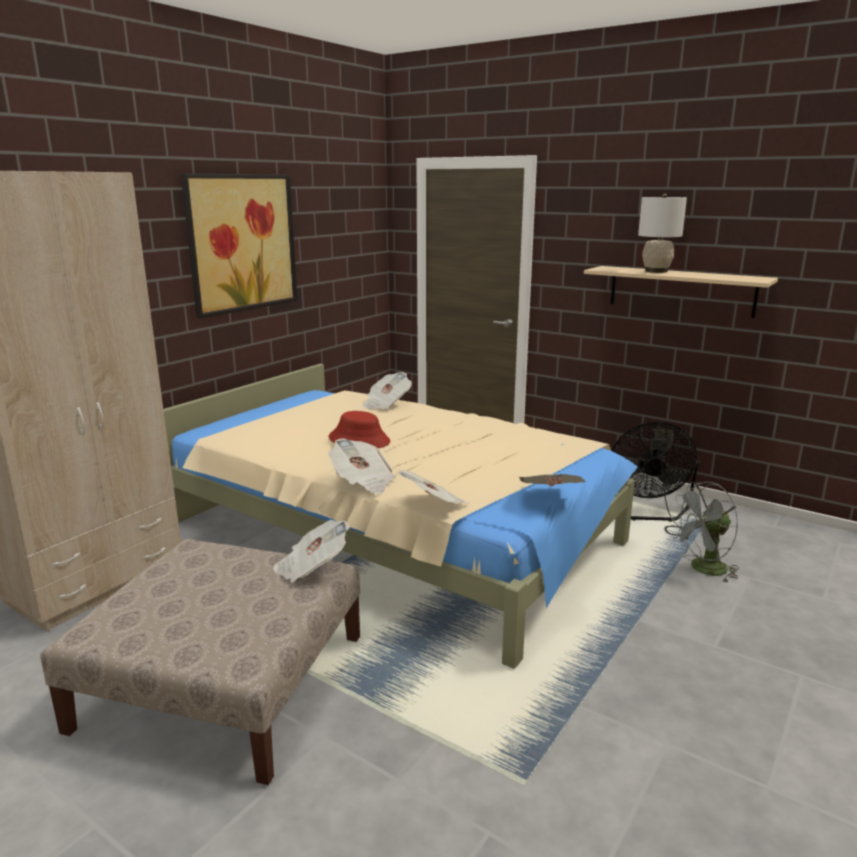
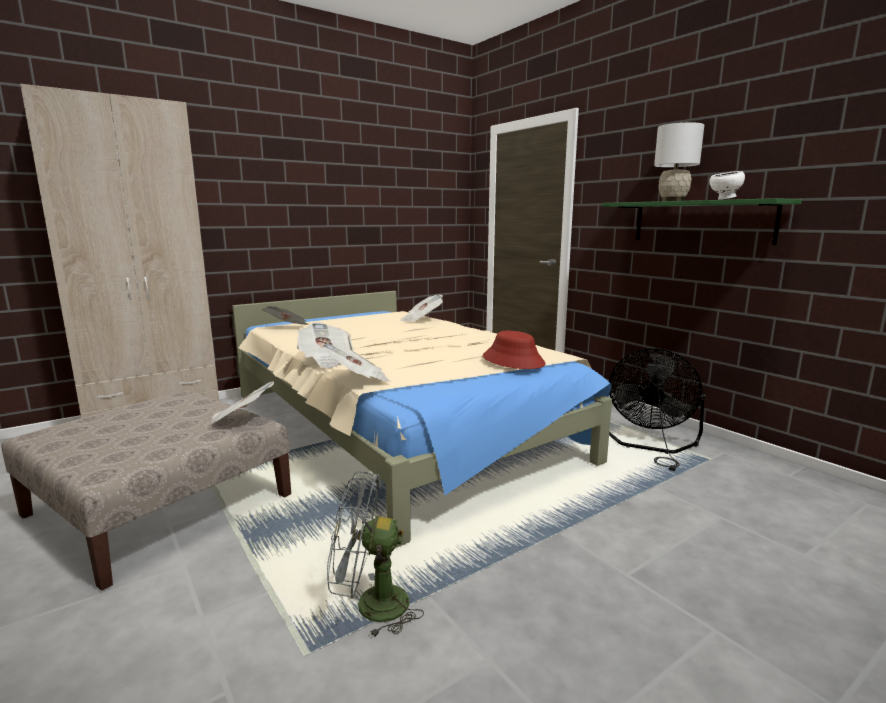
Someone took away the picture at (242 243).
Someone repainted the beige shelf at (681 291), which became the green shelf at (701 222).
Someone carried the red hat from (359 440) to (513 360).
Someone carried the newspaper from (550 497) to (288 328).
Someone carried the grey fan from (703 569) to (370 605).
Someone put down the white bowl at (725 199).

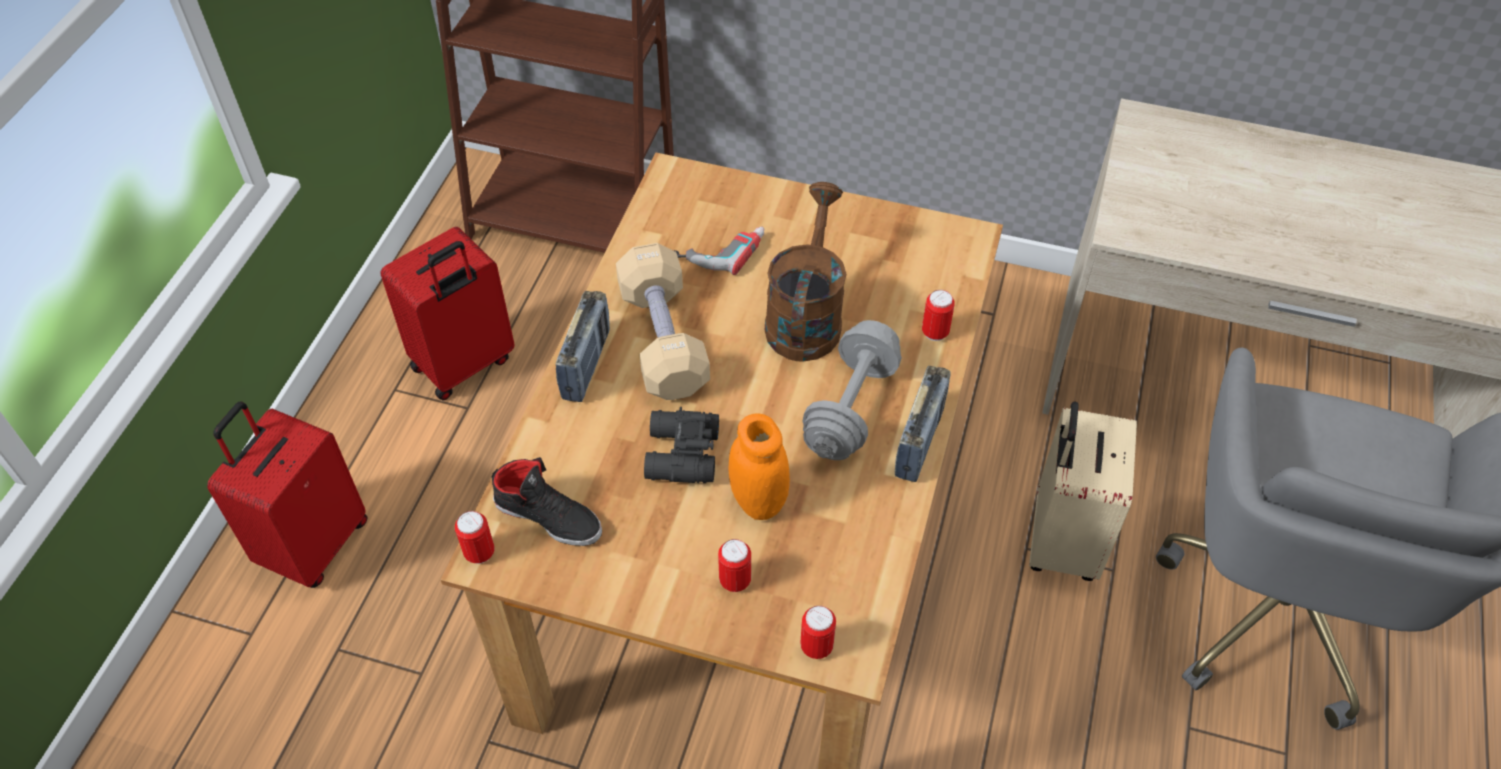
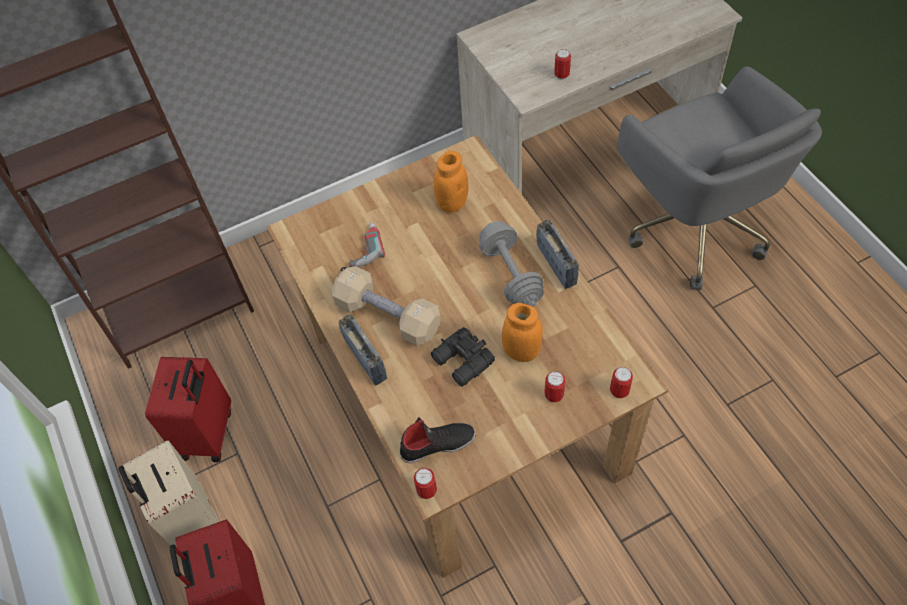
Someone took away the brown watering can at (805 316).
Someone carried the can from (935 332) to (561 75).
Someone carried the beige suitcase from (1060 541) to (190 519).
Someone put down the orange jar at (452 203).

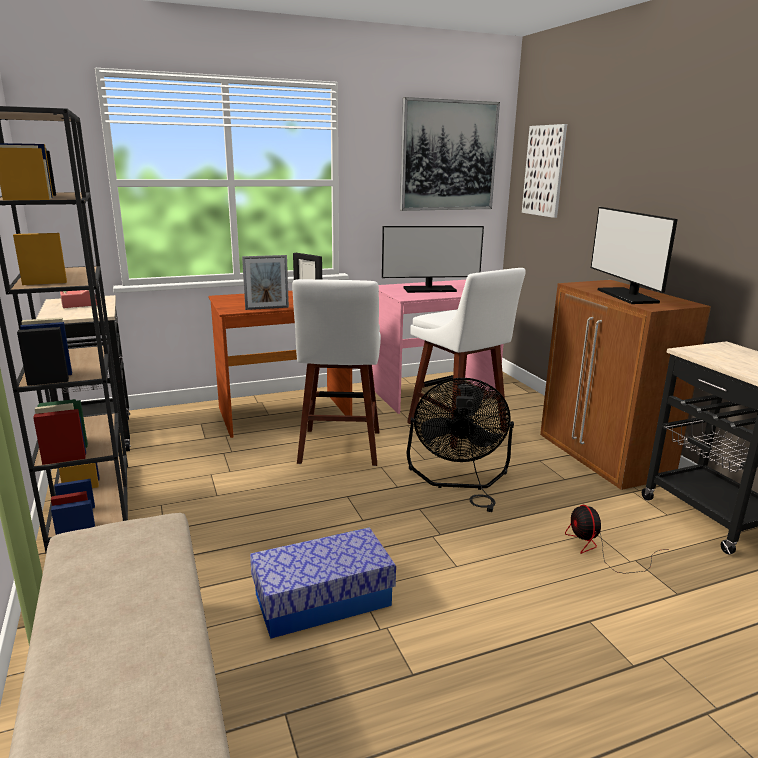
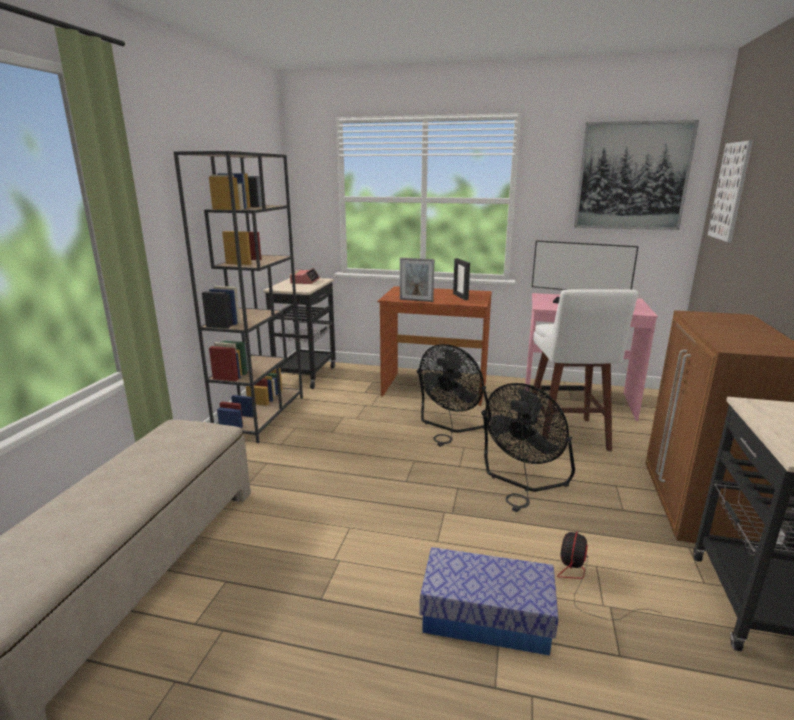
Someone took away the monitor at (627 296).
Someone swapped the white stool at (339 448) for the black fan at (447 424).
Someone carried the storage box from (322 600) to (486 617).

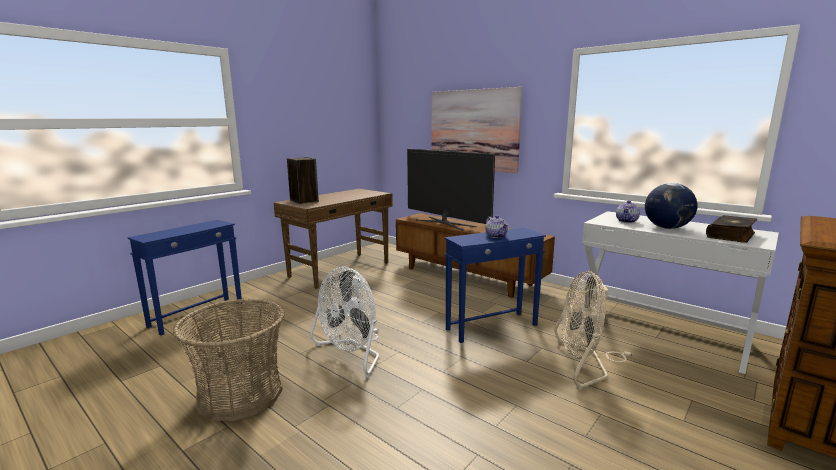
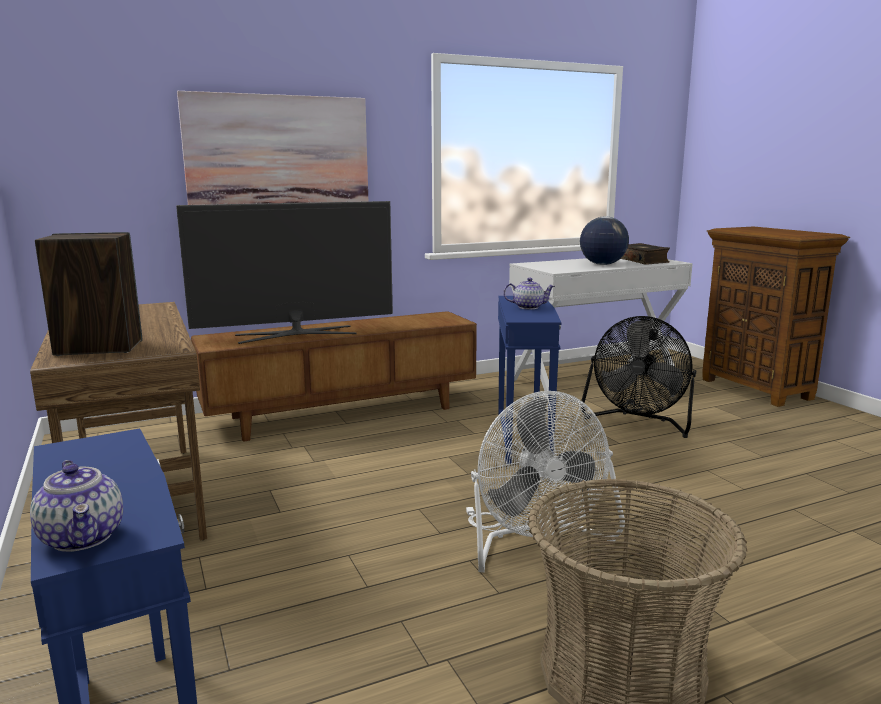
Someone carried the teapot from (627 221) to (83 537).
Someone repainted the beige fan at (586 363), which became the black fan at (636 420).

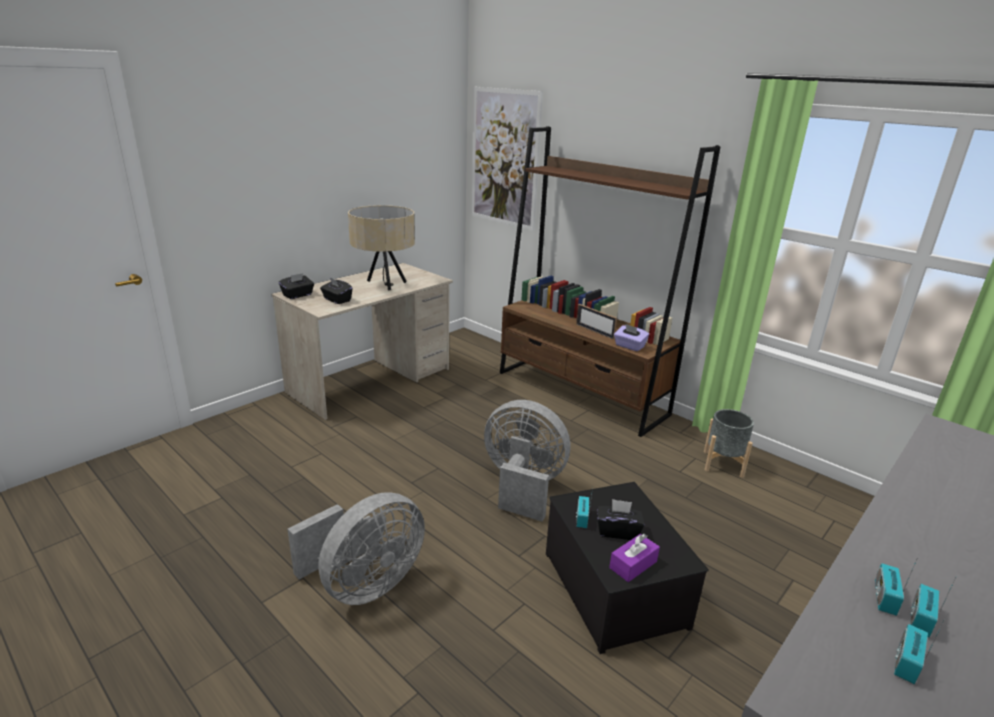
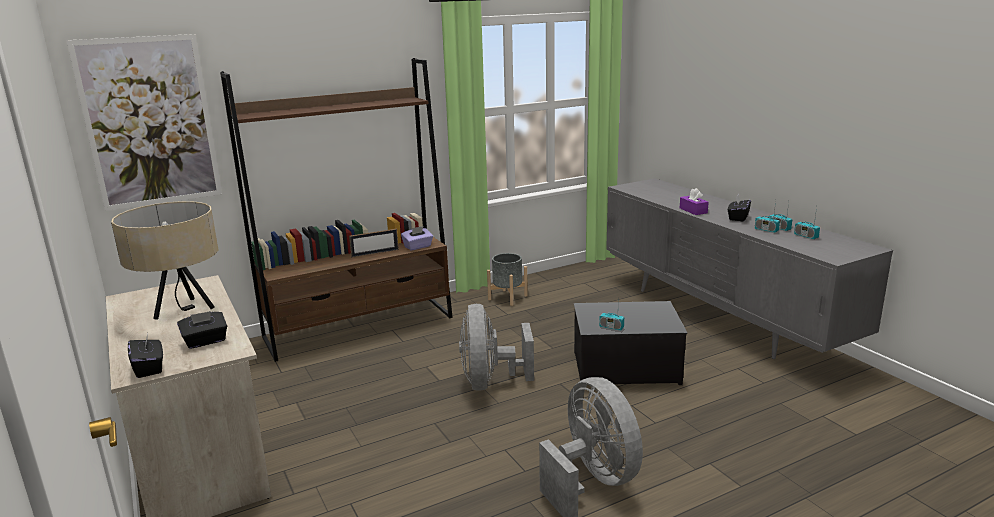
Someone rotated the grey fan at (522 486) by 45 degrees counterclockwise.
Someone carried the black tissue box from (617 531) to (738 217).
Someone carried the purple tissue box from (633 565) to (693 210).

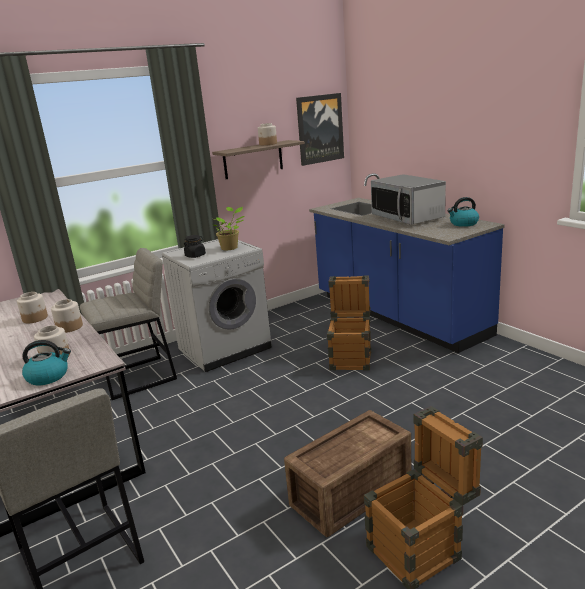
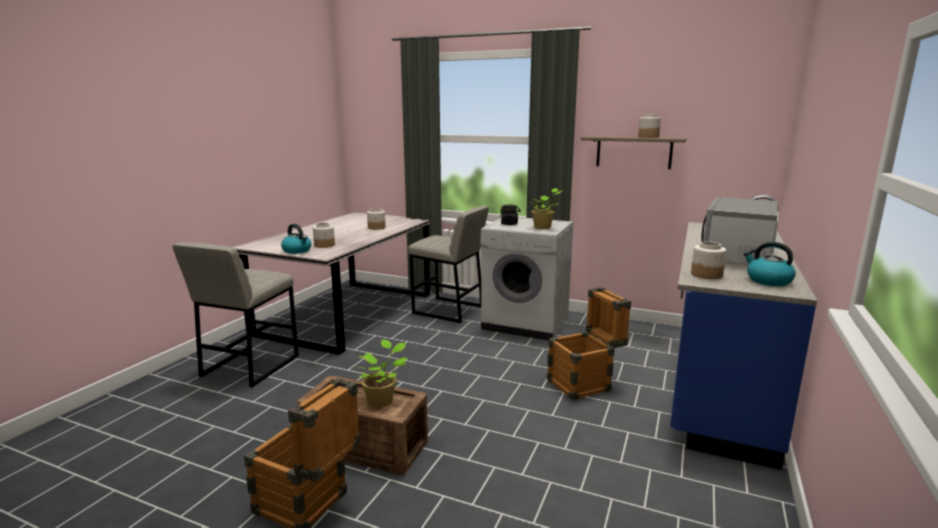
Someone took away the picture at (320 129).
Someone carried the jar from (70 327) to (706 274).
Someone put down the potted plant at (382 401).

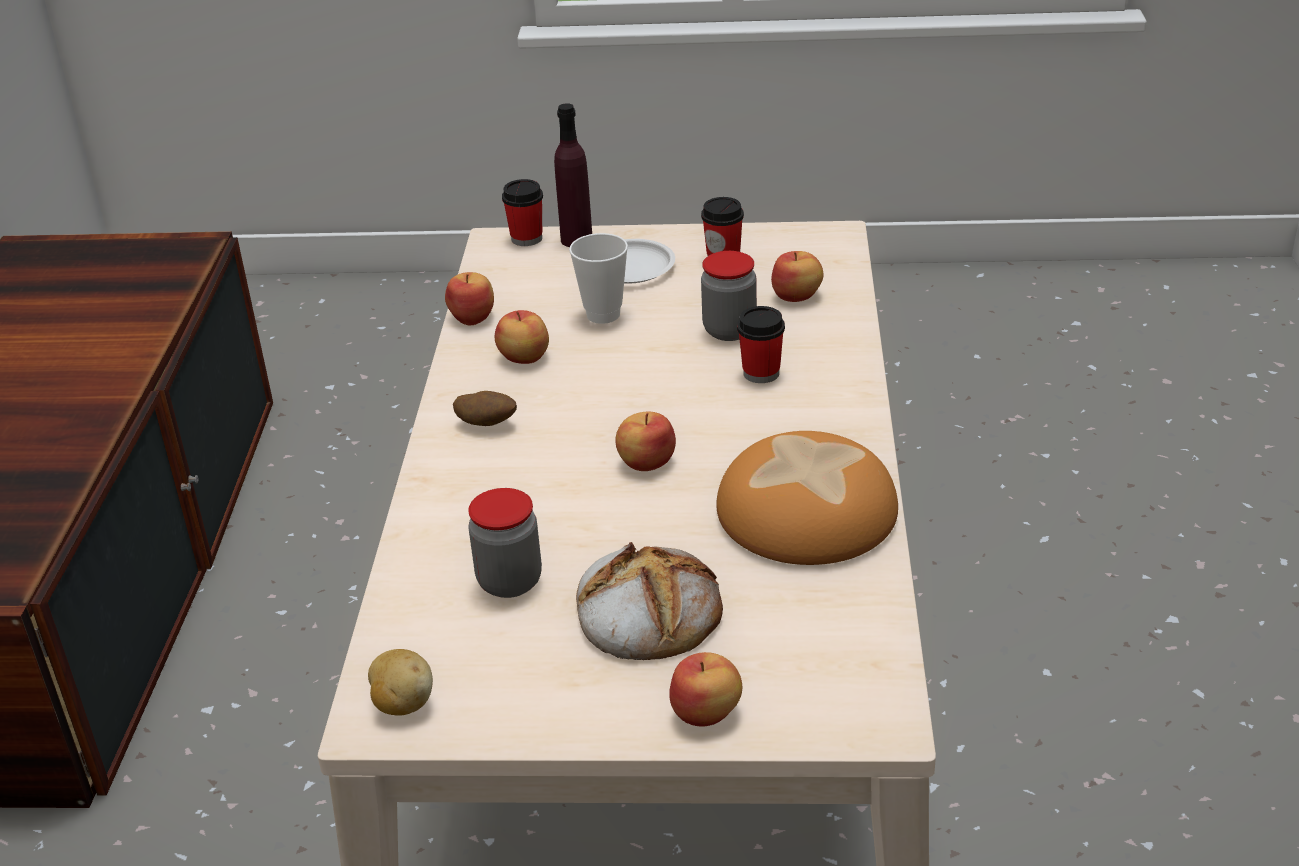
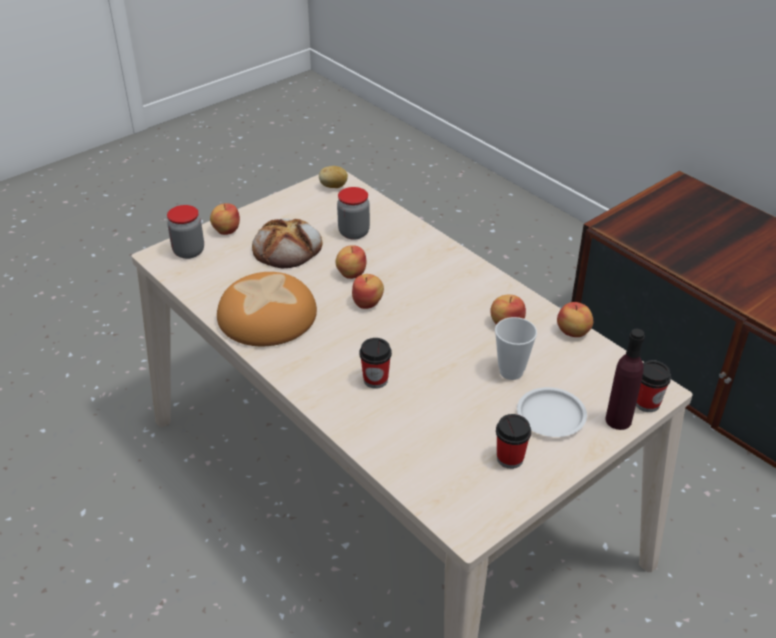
Someone carried the jar from (729 330) to (189 251).
Someone carried the apple from (797 296) to (351 273).
Someone took away the potato at (487 424).

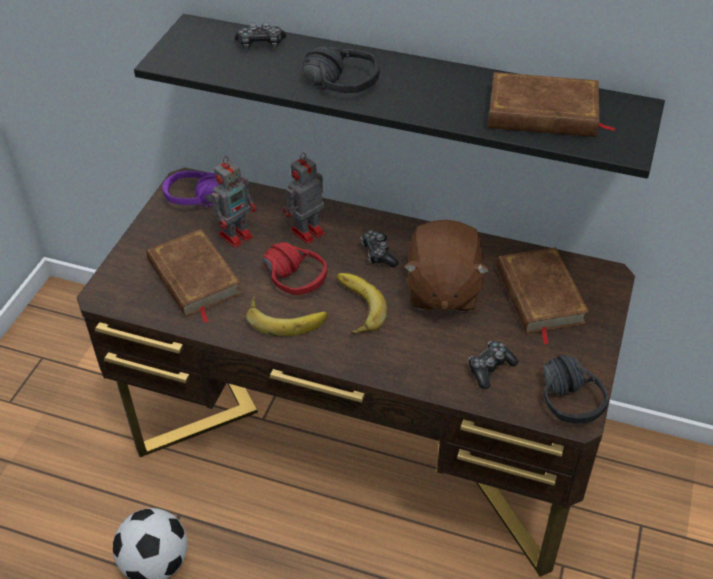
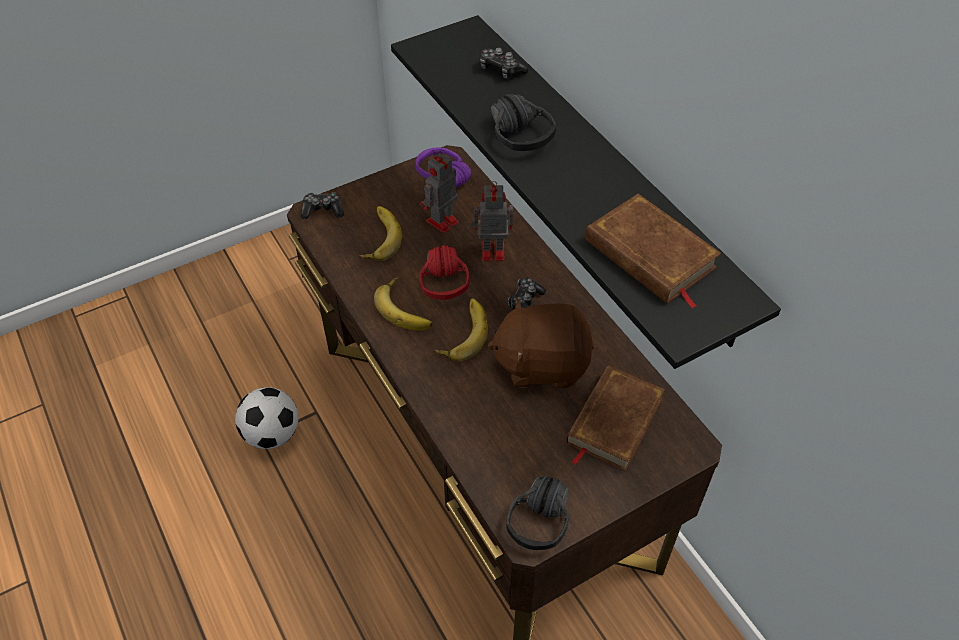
Someone rotated the toy robot at (237 235) by 135 degrees clockwise.
Someone rotated the brown plush toy at (442 290) by 45 degrees clockwise.
Someone swapped the brown book at (193 278) for the banana at (377 237).
Someone carried the game controller from (490 368) to (323 210).

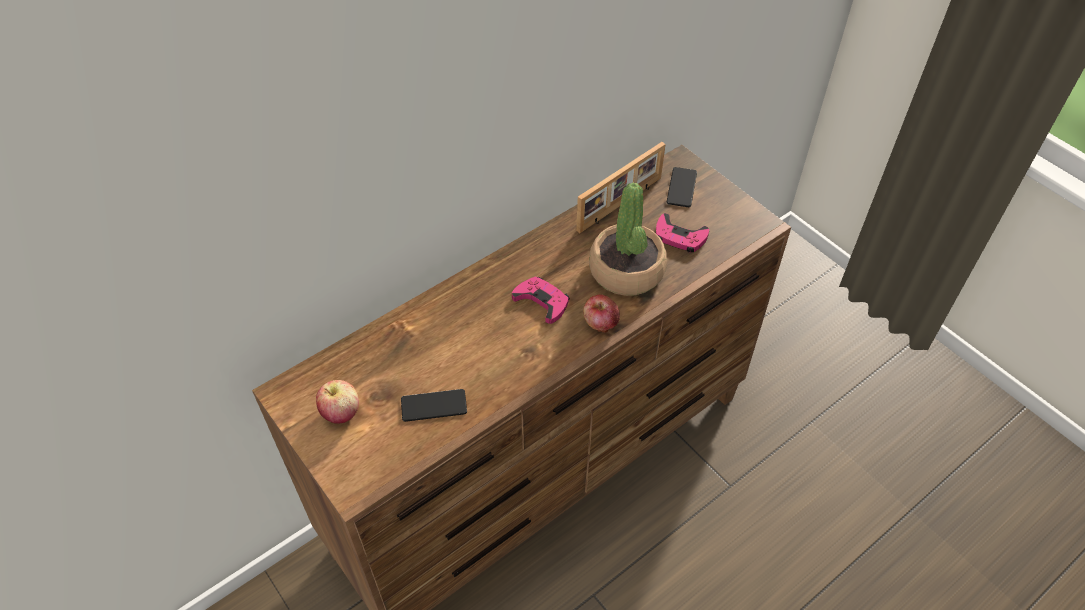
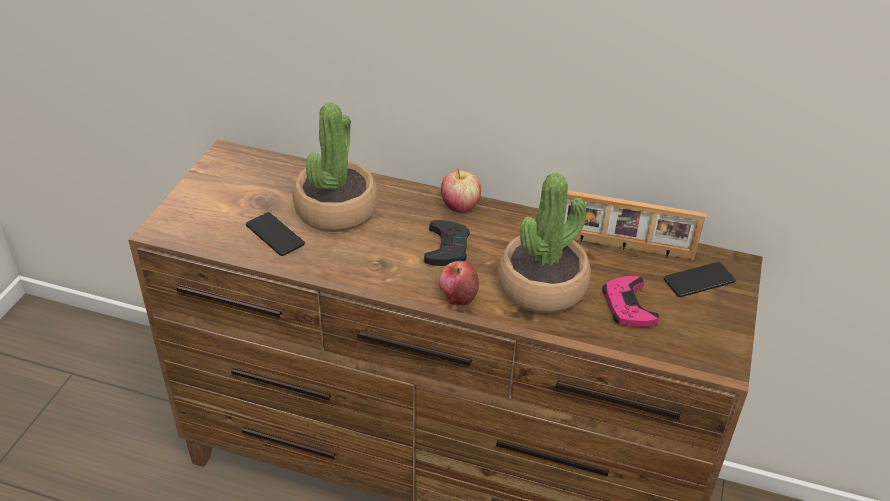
Someone repainted the pink game controller at (542 301), which became the black game controller at (447 248).
Someone carried the apple from (341 413) to (460 206).
Someone put down the potted plant at (336 210).

